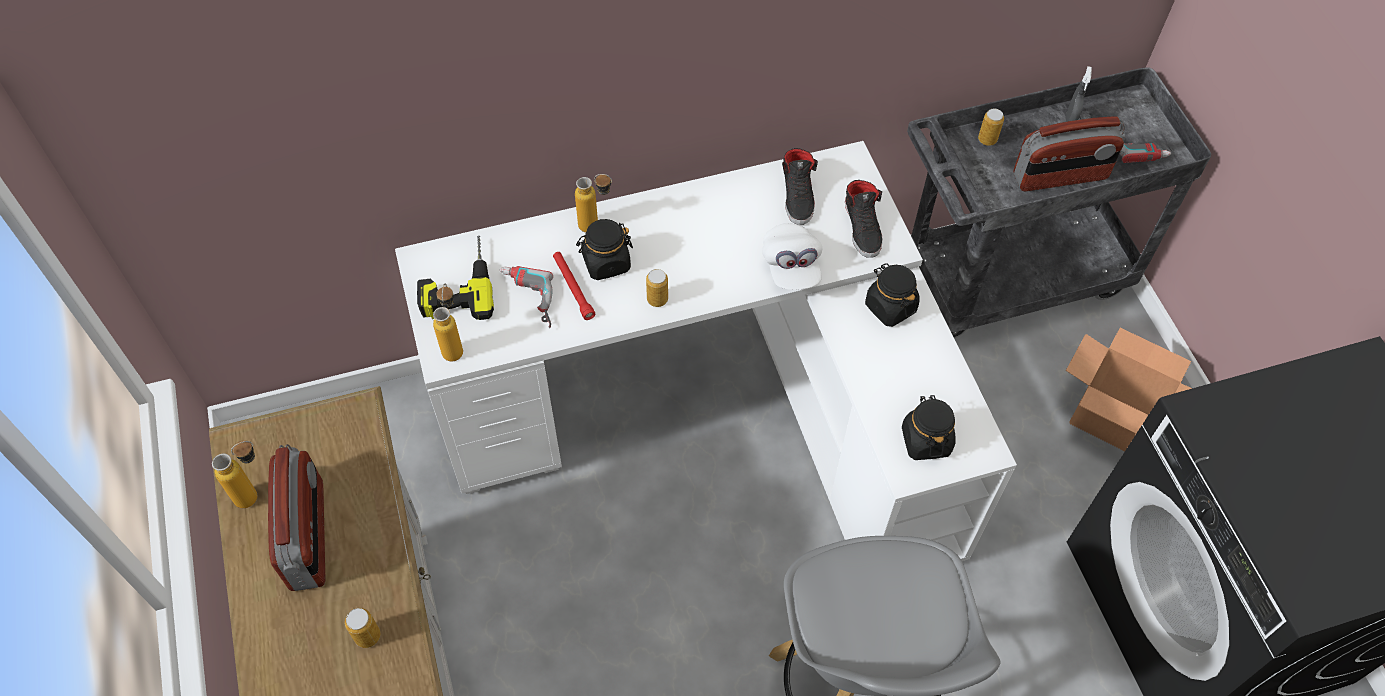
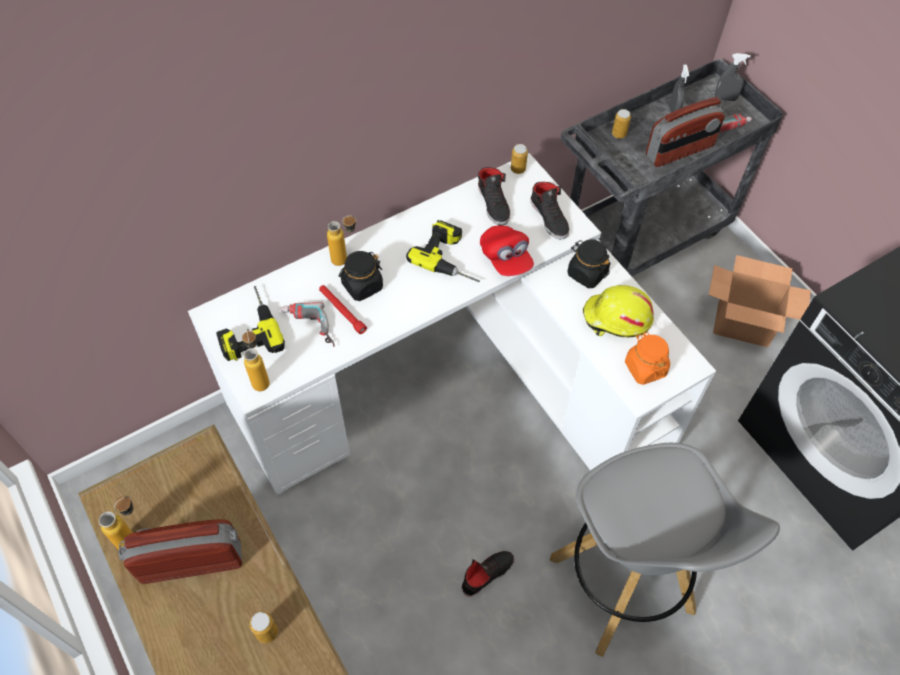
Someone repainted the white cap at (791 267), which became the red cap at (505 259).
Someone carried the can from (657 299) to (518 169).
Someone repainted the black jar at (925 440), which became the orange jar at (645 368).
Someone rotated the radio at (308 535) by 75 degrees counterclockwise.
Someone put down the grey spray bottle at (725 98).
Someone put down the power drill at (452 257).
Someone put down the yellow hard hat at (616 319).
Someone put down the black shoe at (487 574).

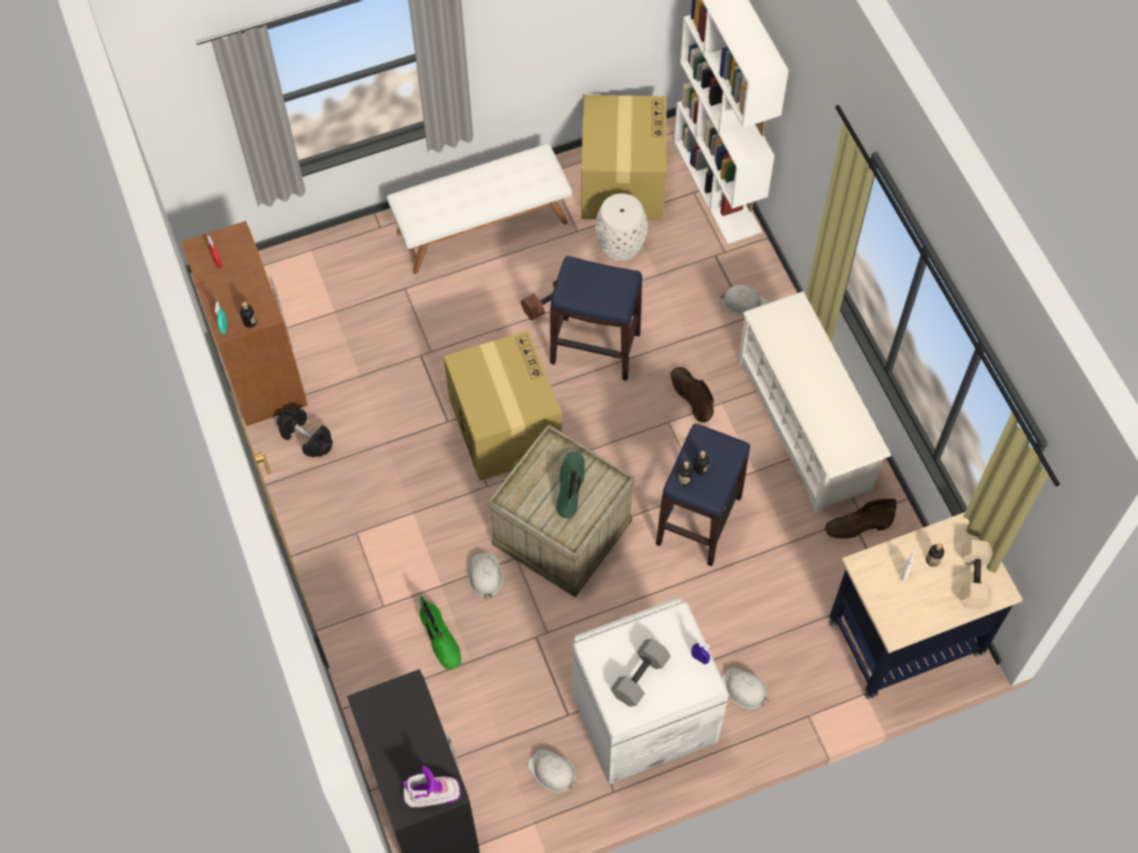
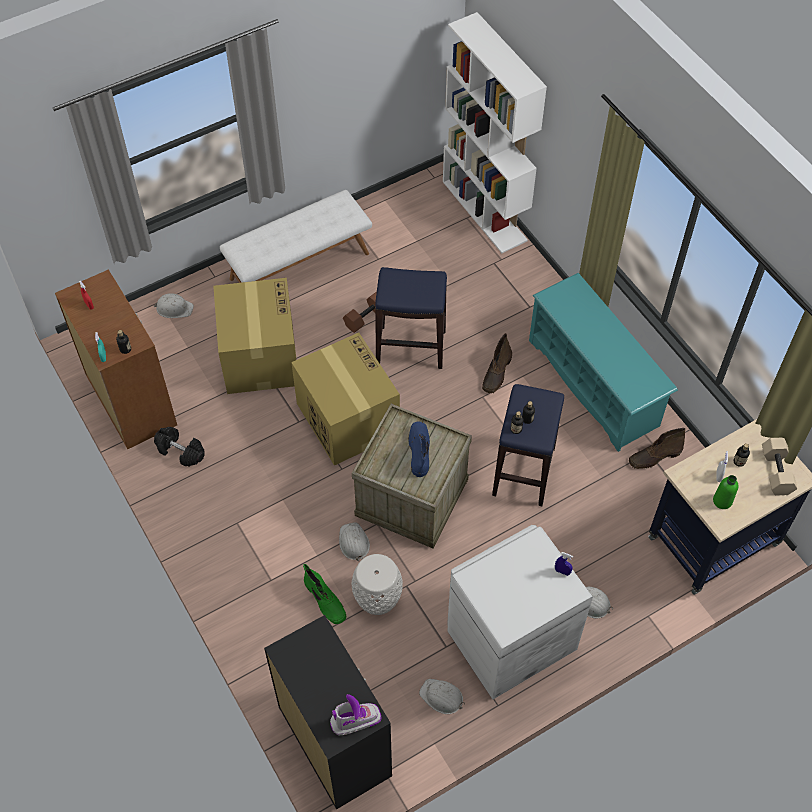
Someone carried the cardboard box from (622 181) to (259 355).
Someone carried the white stool from (620 245) to (377 597).
Someone carried the white hard hat from (744 303) to (174 308).
Someone repainted the white shoe rack at (805 424), which became the turquoise shoe rack at (594 383).
Someone rotated the brown boot at (691 396) by 120 degrees counterclockwise.
Someone repainted the green boot at (570 486), which became the blue boot at (419 450).
Someone took away the grey dumbbell at (640 678).
Someone put down the green bottle at (722 501).

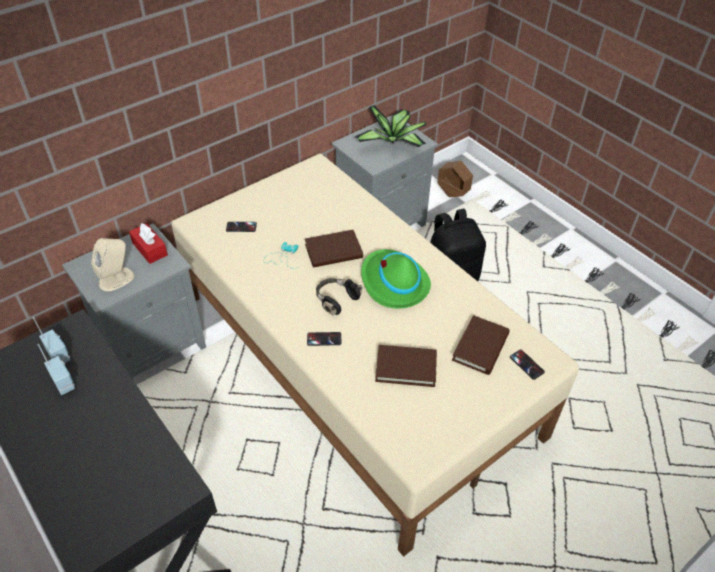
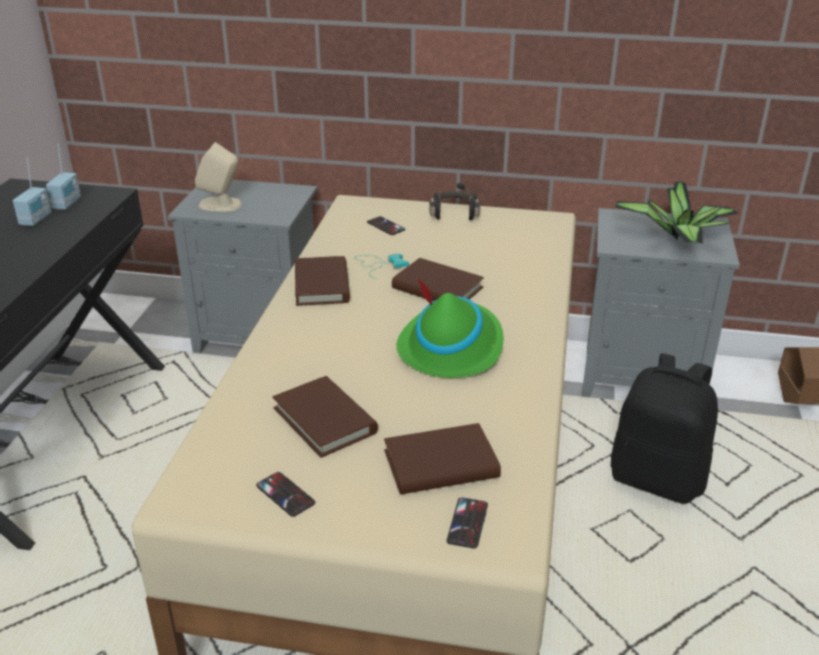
Someone took away the red tissue box at (150 249).
Someone carried the black headphones from (336 300) to (454 213).
Someone carried the phone from (324 339) to (285 494).
Someone put down the brown book at (322 285).

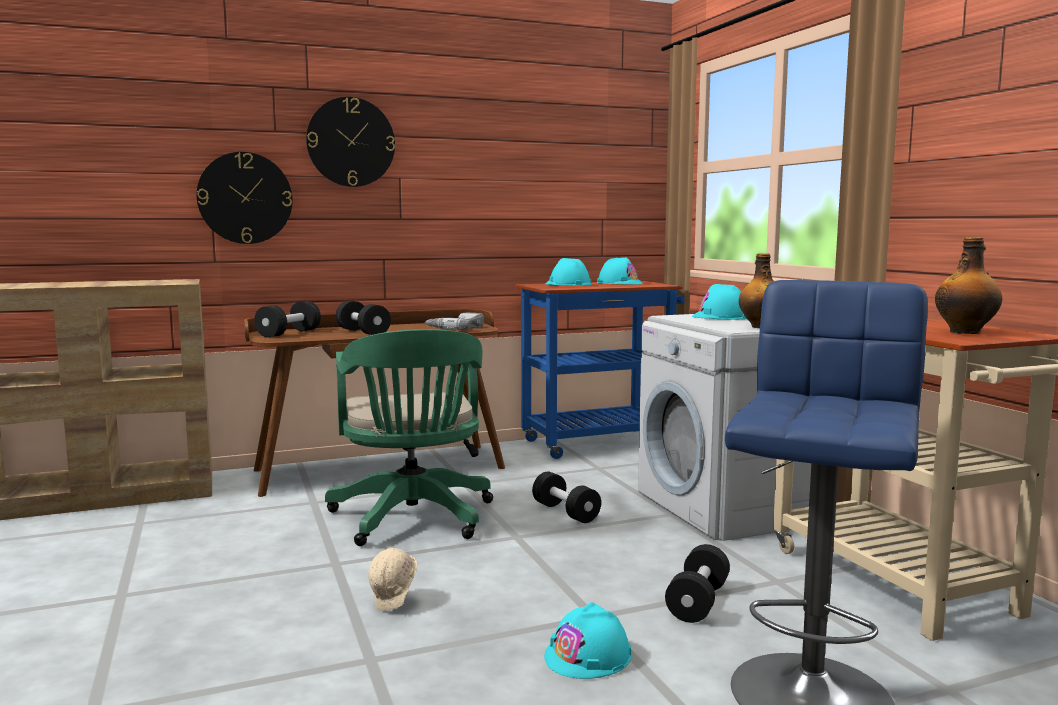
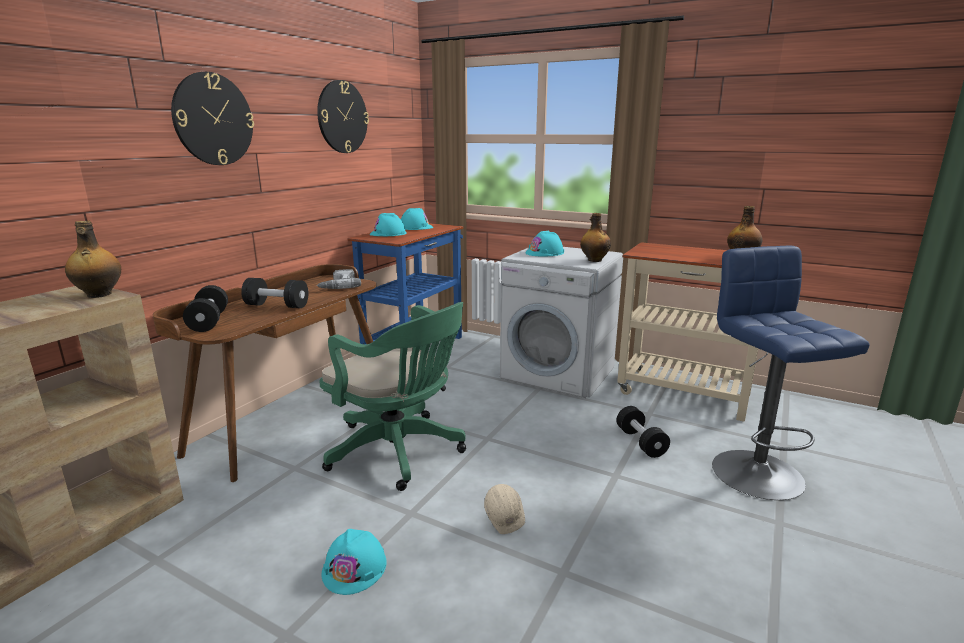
Someone carried the wall clock from (245 198) to (342 117).
Someone took away the black dumbbell at (565 512).
Someone carried the turquoise hard hat from (588 656) to (355 568).
Someone put down the bottle at (99 295).

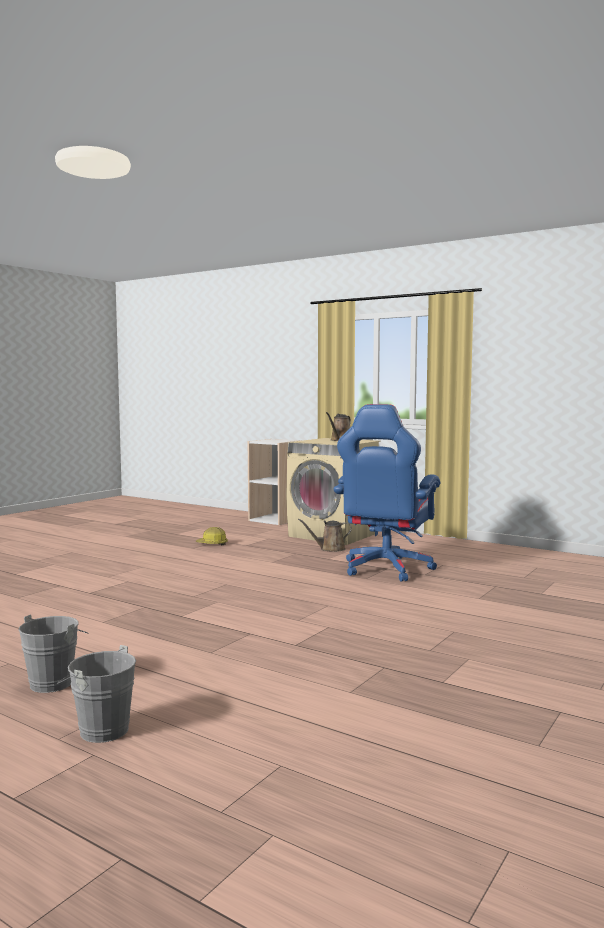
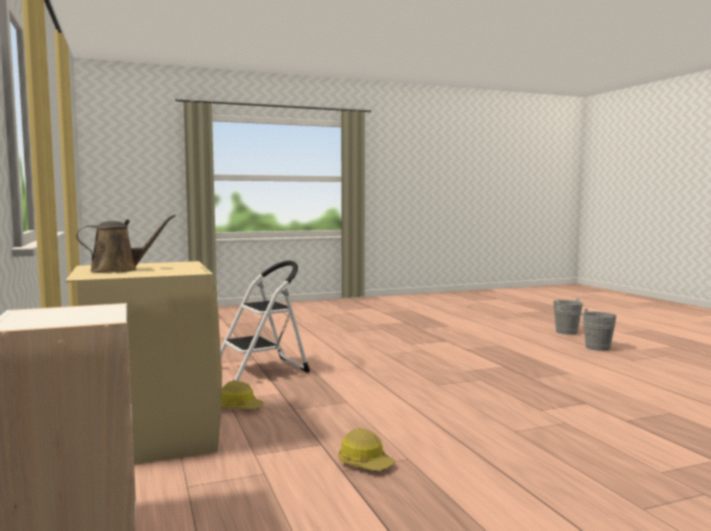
Someone swapped the blue office chair at (386 568) for the step ladder at (263 370).
Someone swapped the brown watering can at (330 549) for the hard hat at (240 407).

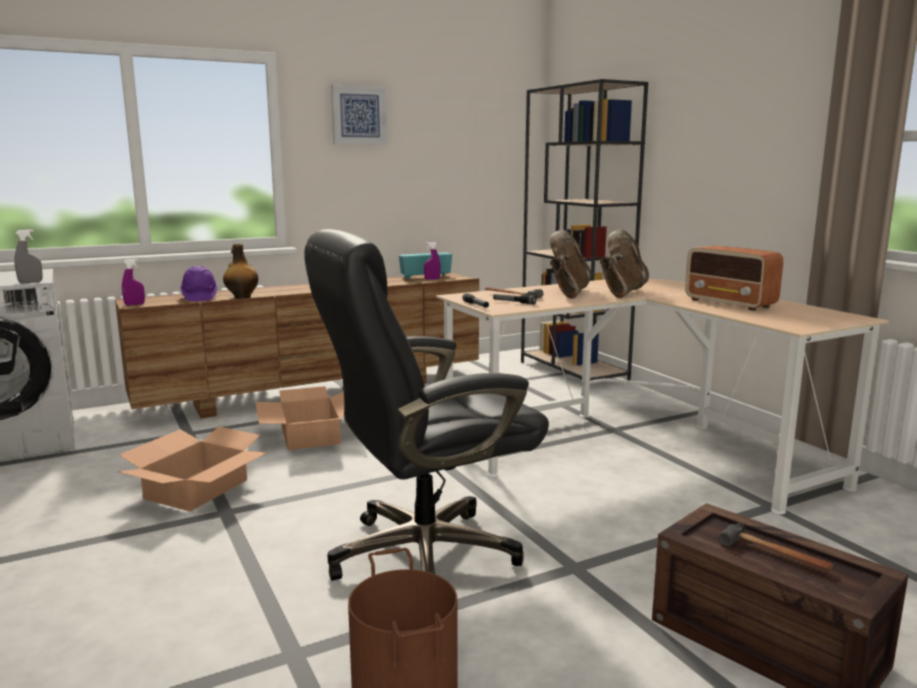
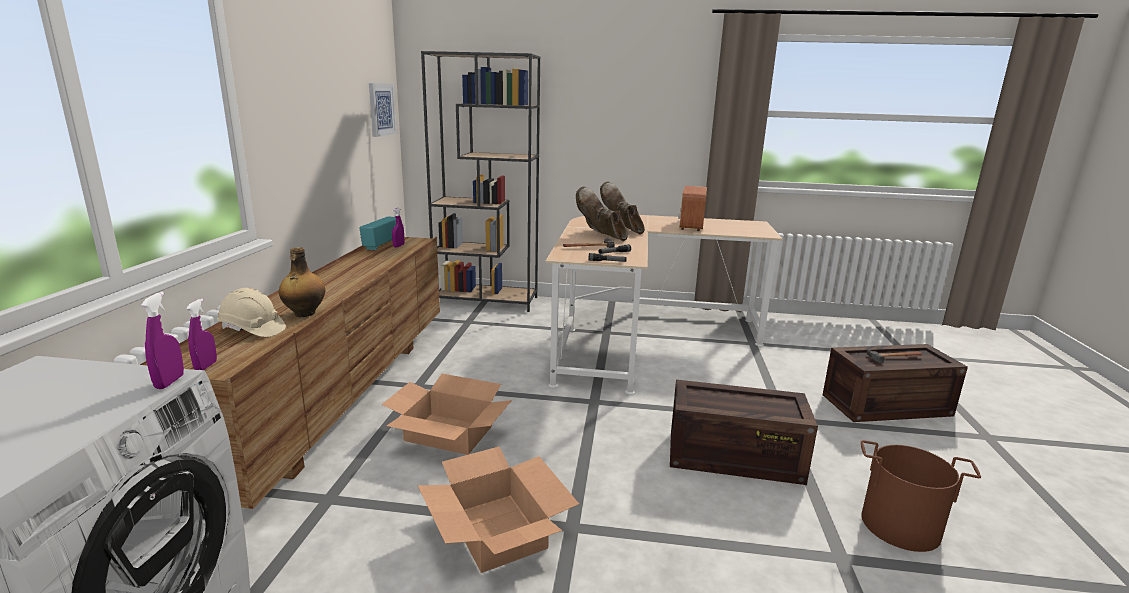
Someone carried the picture from (358 115) to (381 109).
Someone repainted the grey spray bottle at (30 282), which became the purple spray bottle at (169 382).
Someone swapped the black office chair at (428 554) for the crate at (732 458).
Someone rotated the radio at (730 303) by 105 degrees clockwise.
Someone repainted the purple hard hat at (199 297), which became the beige hard hat at (252 330).

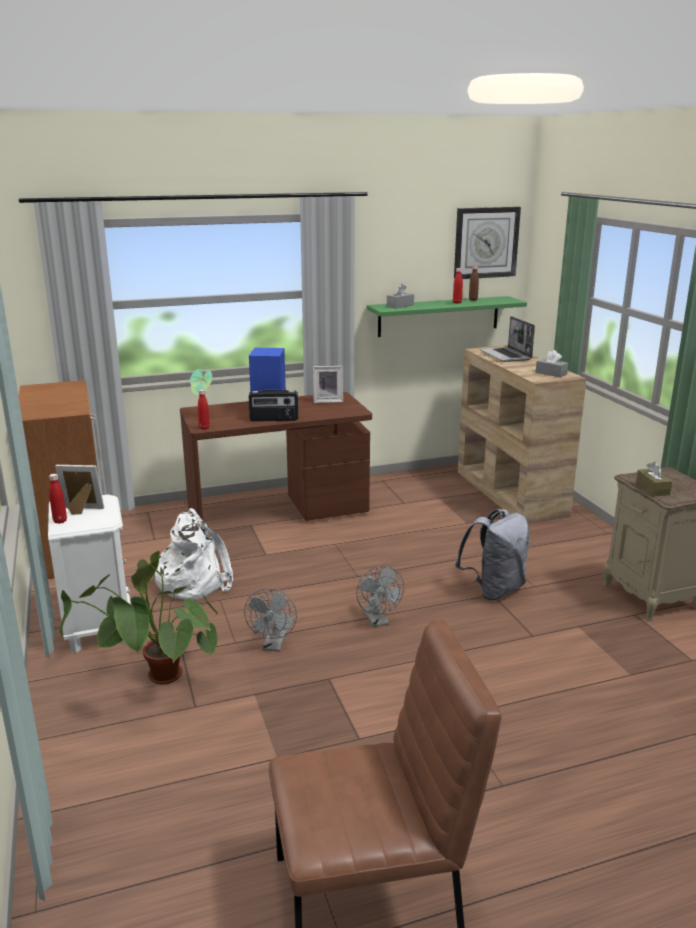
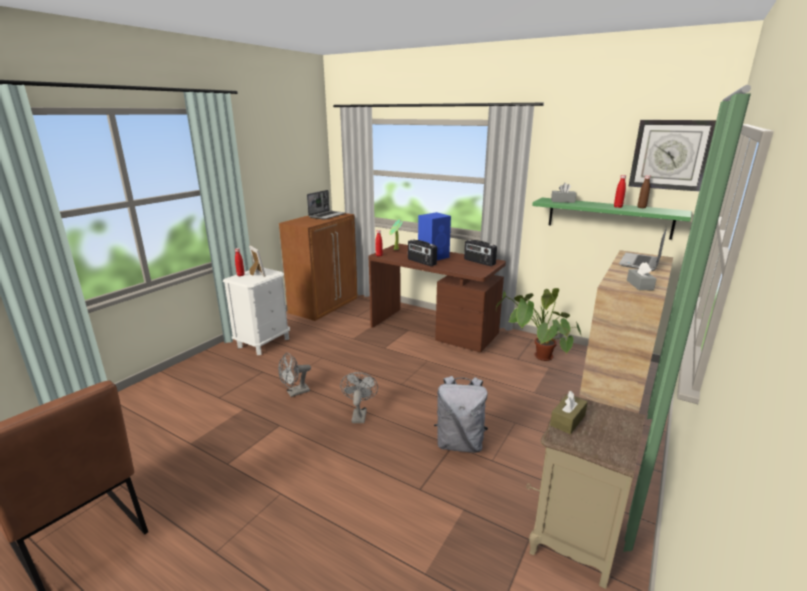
Someone swapped the picture frame at (328 401) for the radio at (479 262).
Someone took away the white backpack at (193 581).
Someone carried the potted plant from (152 684) to (534 357).
Someone rotated the grey fan at (378 621) by 150 degrees clockwise.
Someone put down the laptop at (327 215).

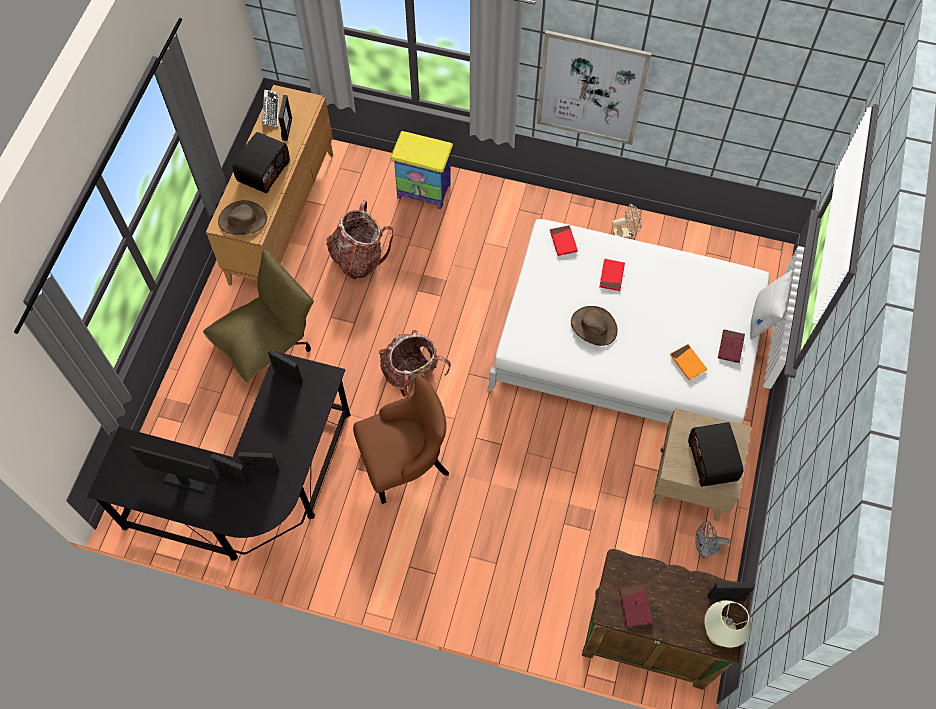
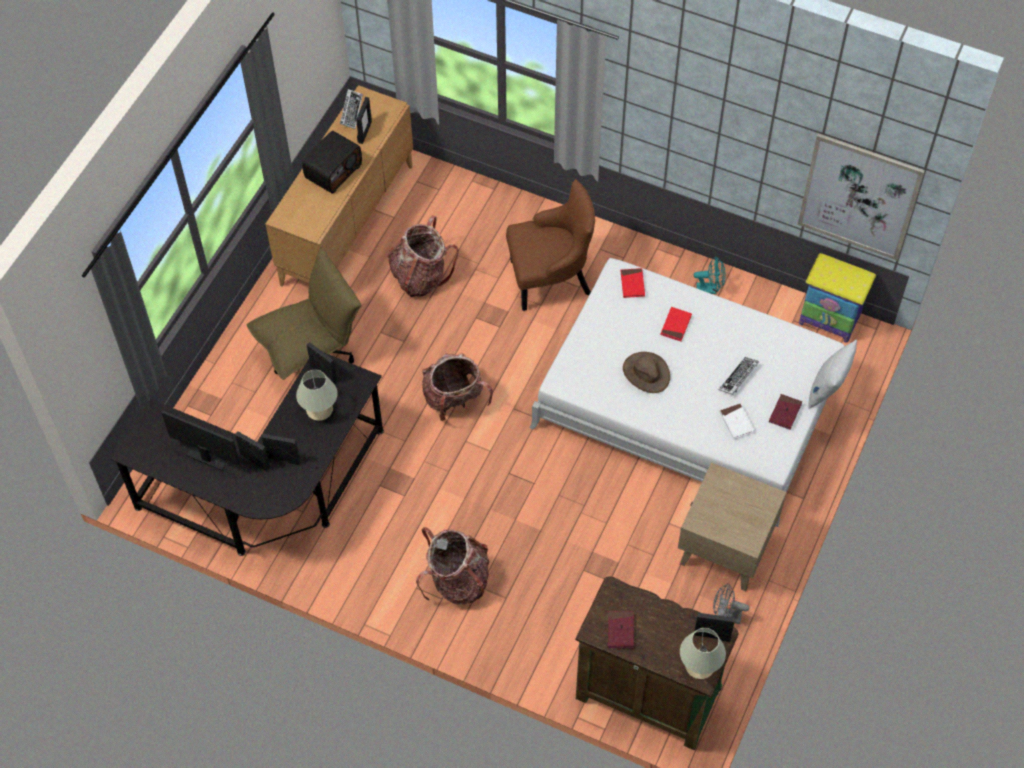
Someone carried the picture from (591 88) to (859 196).
Someone carried the nightstand from (424 192) to (830 321).
Someone took away the brown hat at (242 220).
Someone repainted the beige fan at (626 233), which became the turquoise fan at (710 289).
Someone repainted the orange book at (688 363), which became the white book at (736 422).
Someone carried the brown chair from (404 463) to (549 280).
Someone took away the radio at (713 461).
Someone put down the keyboard at (738 377).
Someone put down the beige table lamp at (320 409).
Someone put down the backpack at (457 581).

